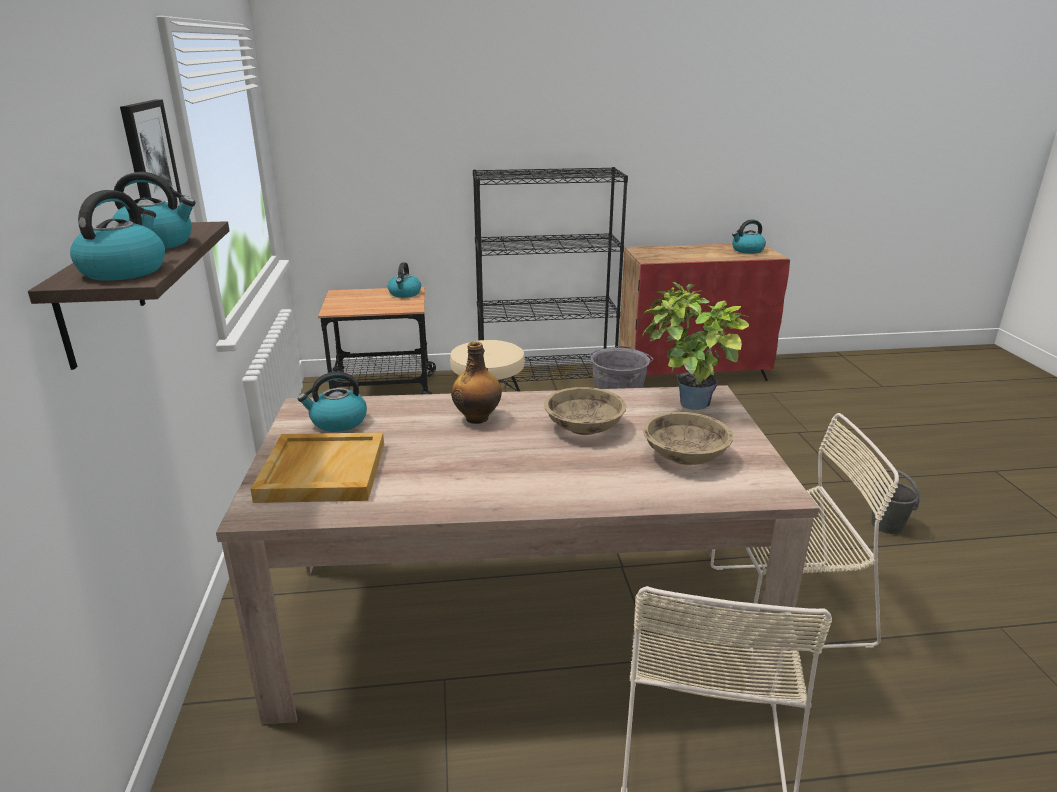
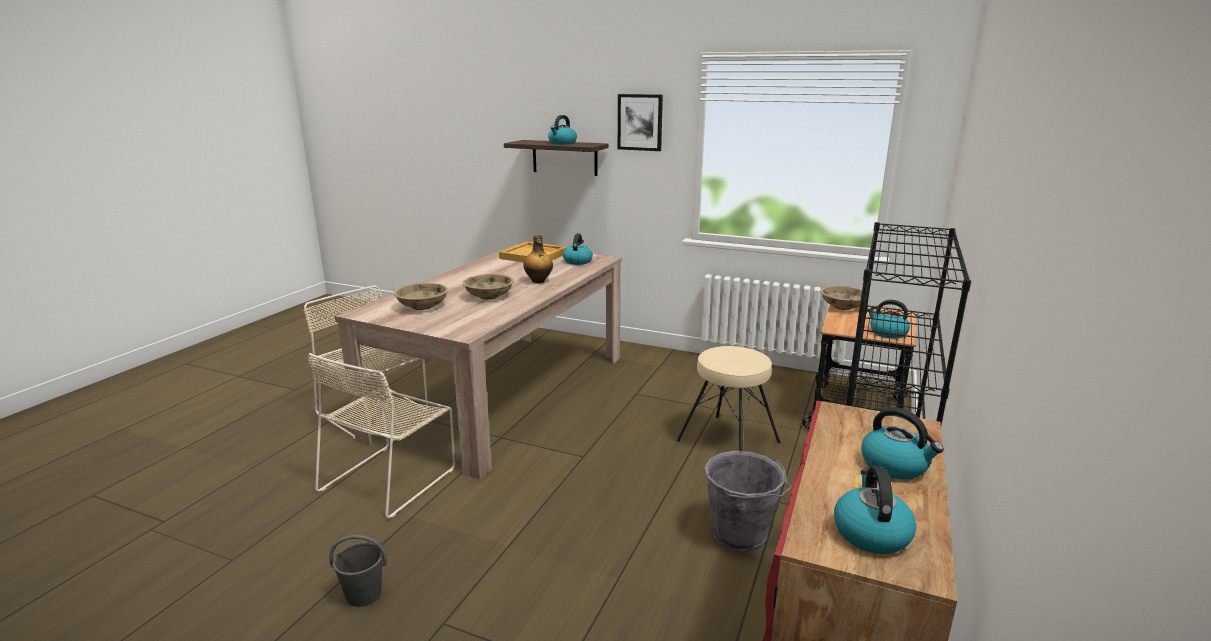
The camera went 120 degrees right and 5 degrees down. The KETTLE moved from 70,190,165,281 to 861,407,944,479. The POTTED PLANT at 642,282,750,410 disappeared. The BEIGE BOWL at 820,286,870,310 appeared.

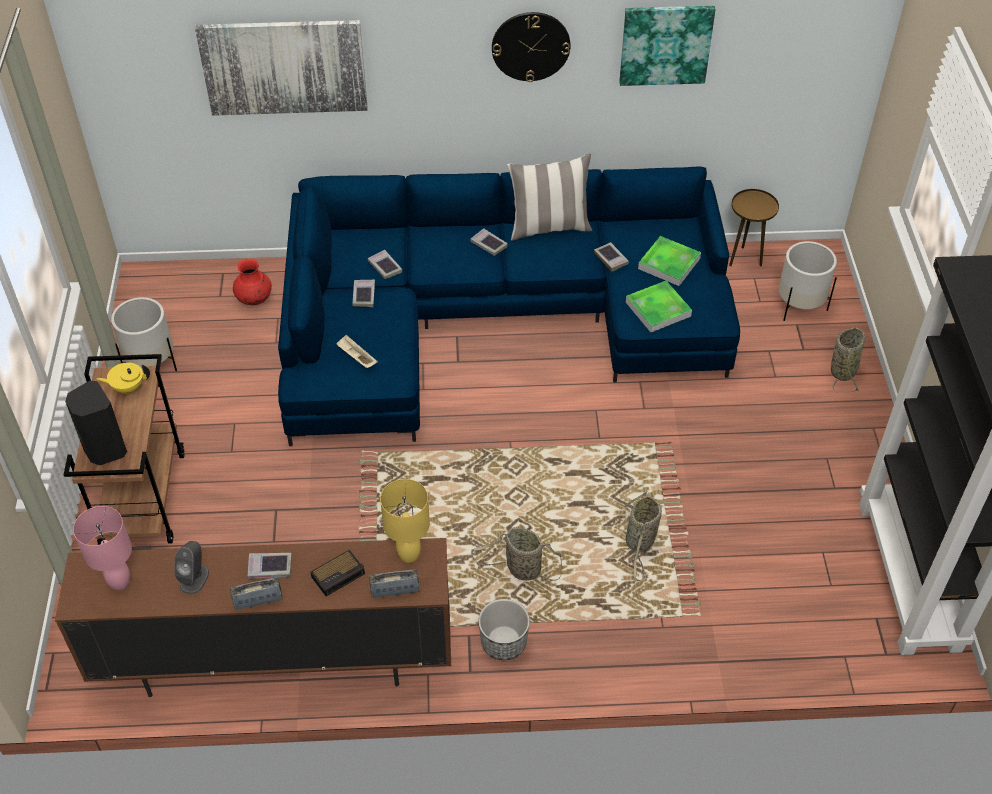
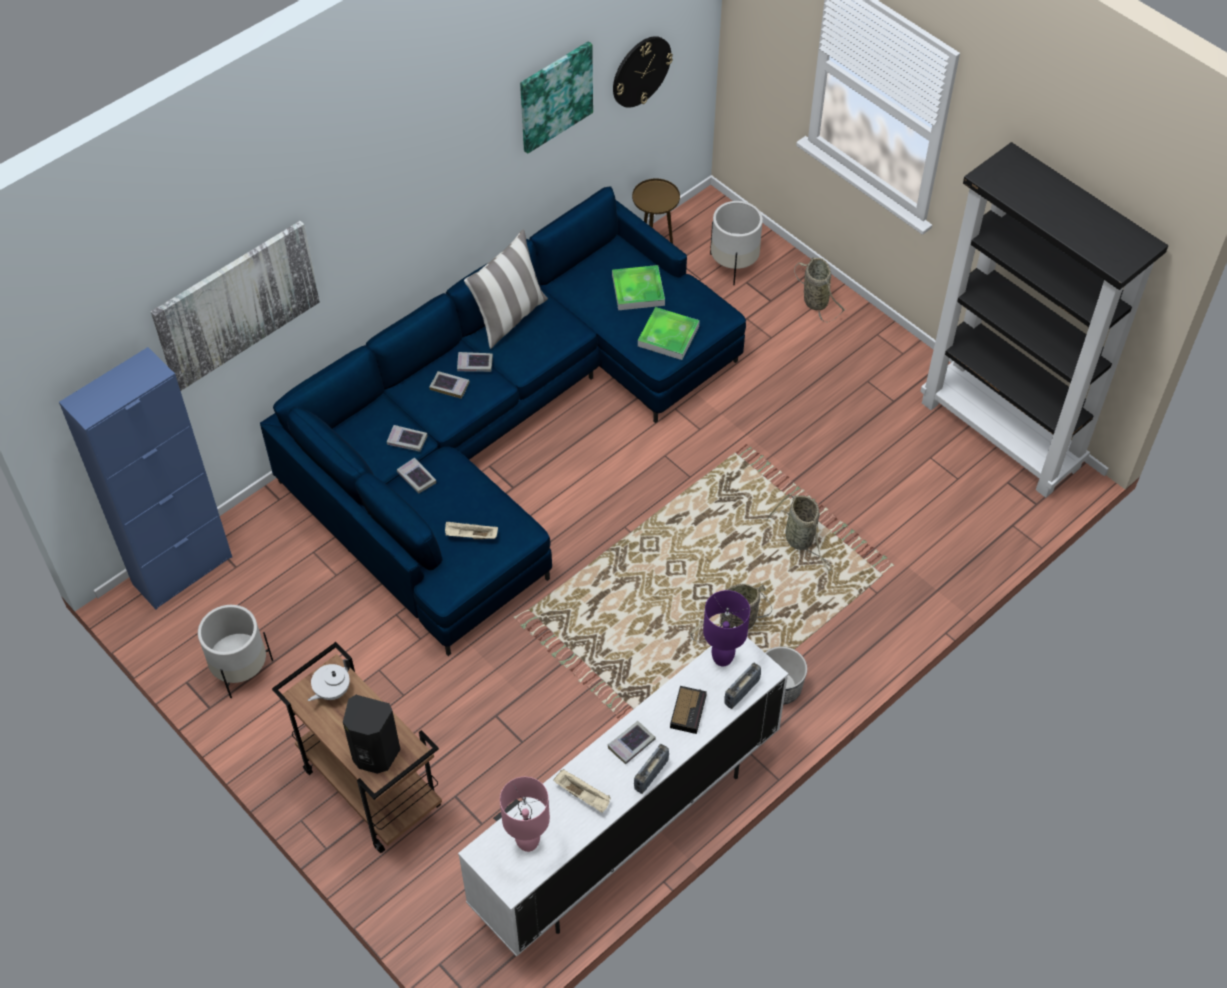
The camera went 40 degrees left and 5 degrees up. The BROWN TV STAND at 55,538,451,697 became the WHITE TV STAND at 458,626,788,957. The YELLOW TEAPOT at 97,363,150,394 became the WHITE TEAPOT at 308,659,350,701. The GREY SPEAKER at 175,541,209,594 was replaced by the BEIGE TRAY at 553,769,611,813. The RED VASE at 233,259,272,305 disappeared. The YELLOW TABLE LAMP at 380,479,430,563 became the PURPLE TABLE LAMP at 703,590,750,666. The WALL CLOCK moved from 492,12,571,82 to 613,36,673,108. The BOOK moved from 594,242,629,272 to 429,371,470,399. The BLUE CABINET at 59,347,232,610 appeared.

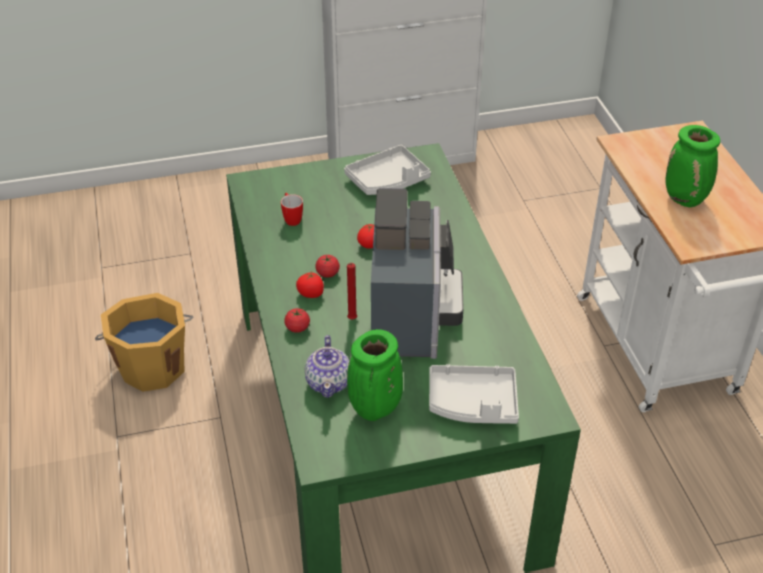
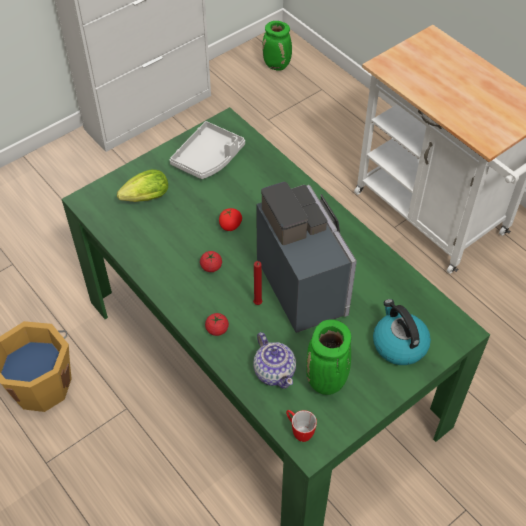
The camera went 25 degrees left and 10 degrees up. The MUG moved from 281,193,303,226 to 286,410,317,442. The TOMATO at 296,271,324,298 disappeared. The GREY TRAY at 429,365,519,424 was replaced by the KETTLE at 373,299,431,365. The GREEN VASE moved from 665,125,720,207 to 262,21,292,71. The LETTUCE at 117,169,168,202 appeared.

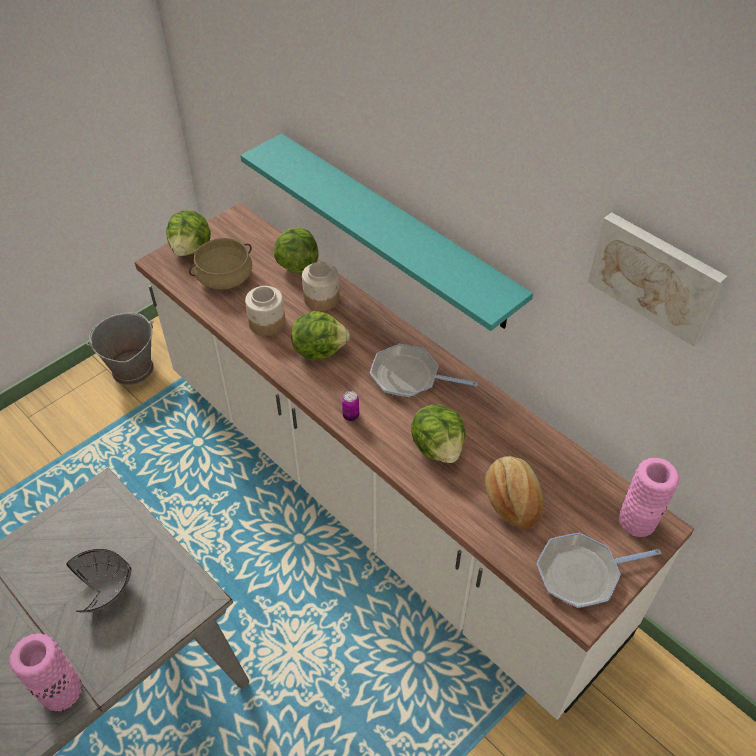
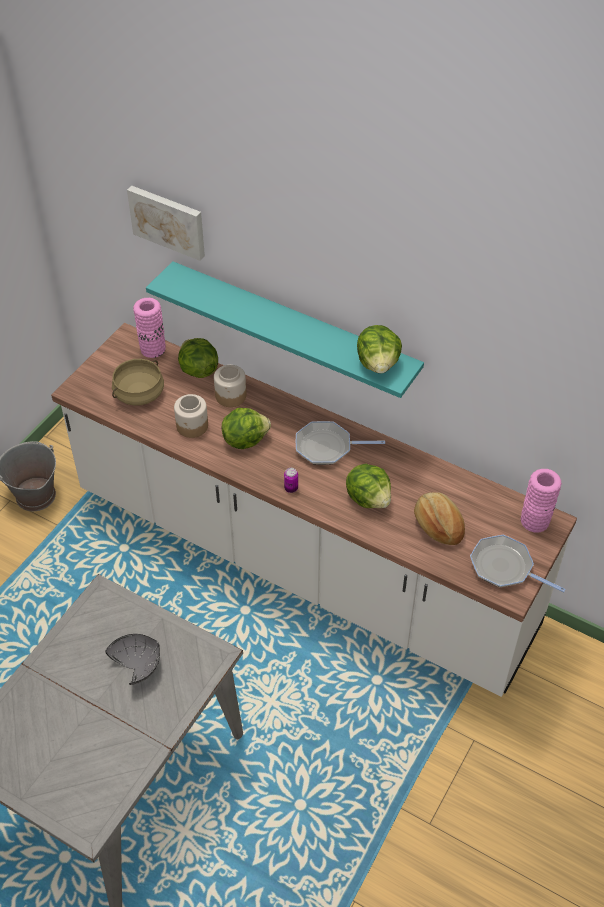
The camera went 15 degrees left and 0 degrees up. The PINK VASE moved from 10,633,82,712 to 133,298,166,358. The LETTUCE moved from 166,210,211,256 to 357,325,402,373. The FRYING PAN at 537,533,661,608 turned 60 degrees clockwise. The PICTURE moved from 588,212,728,347 to 127,186,205,261.

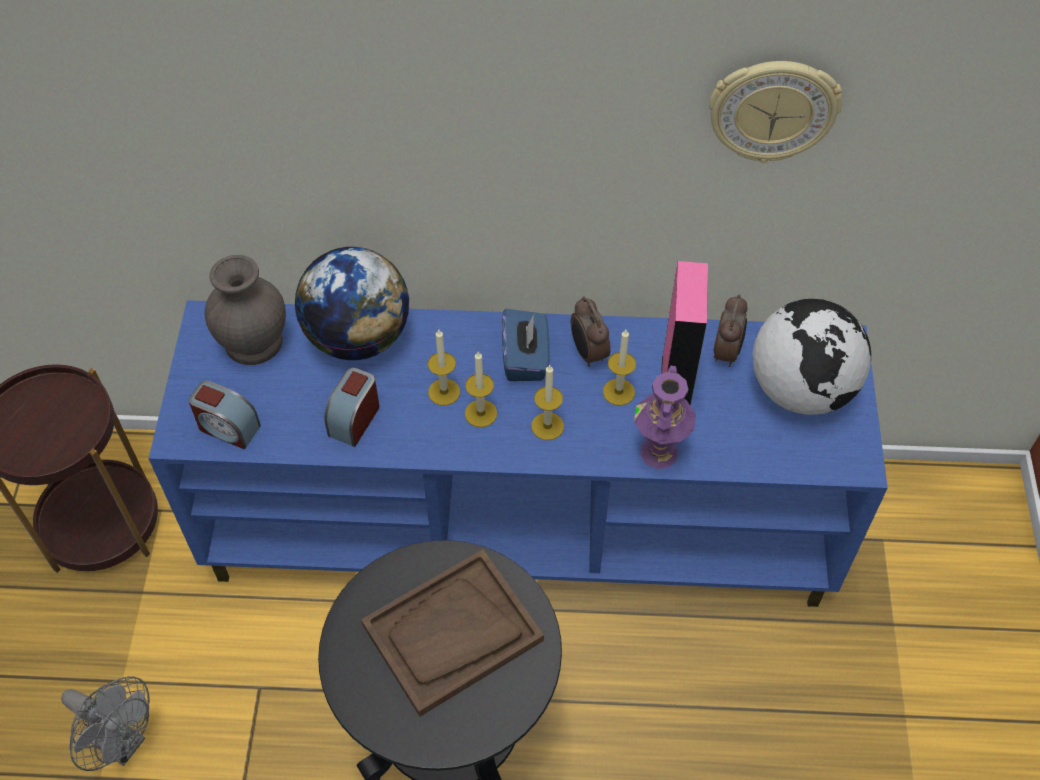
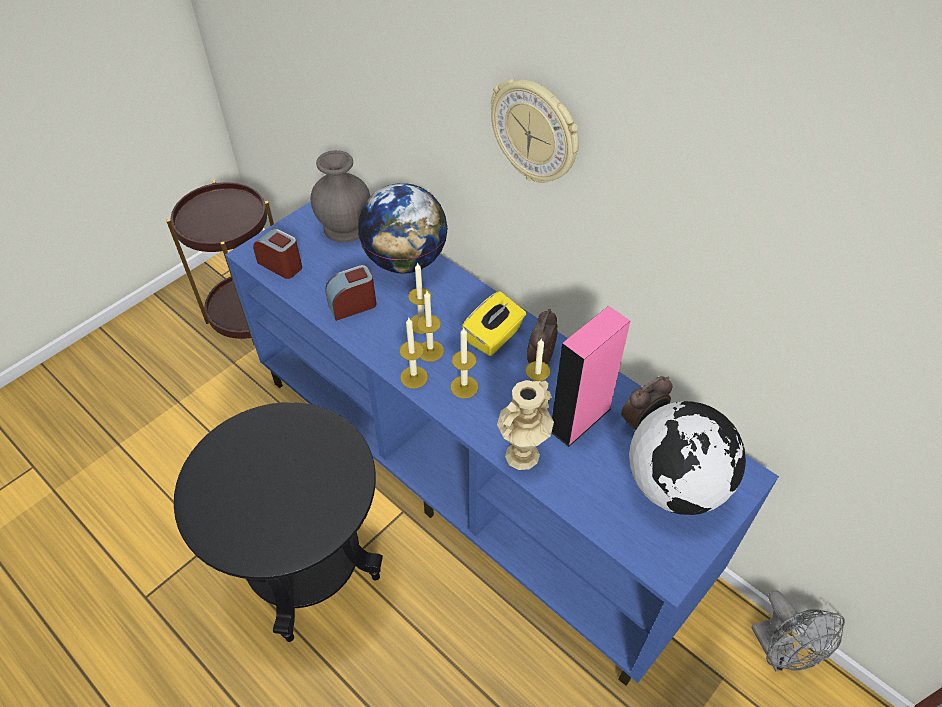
The camera went 40 degrees right and 5 degrees down. The GREY FAN moved from 61,676,149,771 to 751,590,845,672. The ALARM CLOCK at 189,381,261,449 turned 150 degrees clockwise. The BROWN TRAY at 361,549,544,717 disappeared. The BLUE TISSUE BOX at 502,309,550,381 became the YELLOW TISSUE BOX at 462,291,526,356. The PURPLE VASE at 634,366,696,469 became the BEIGE VASE at 497,380,554,470. The WALL CLOCK moved from 709,61,842,164 to 491,79,579,183. The CANDLE at 399,318,428,389 appeared.

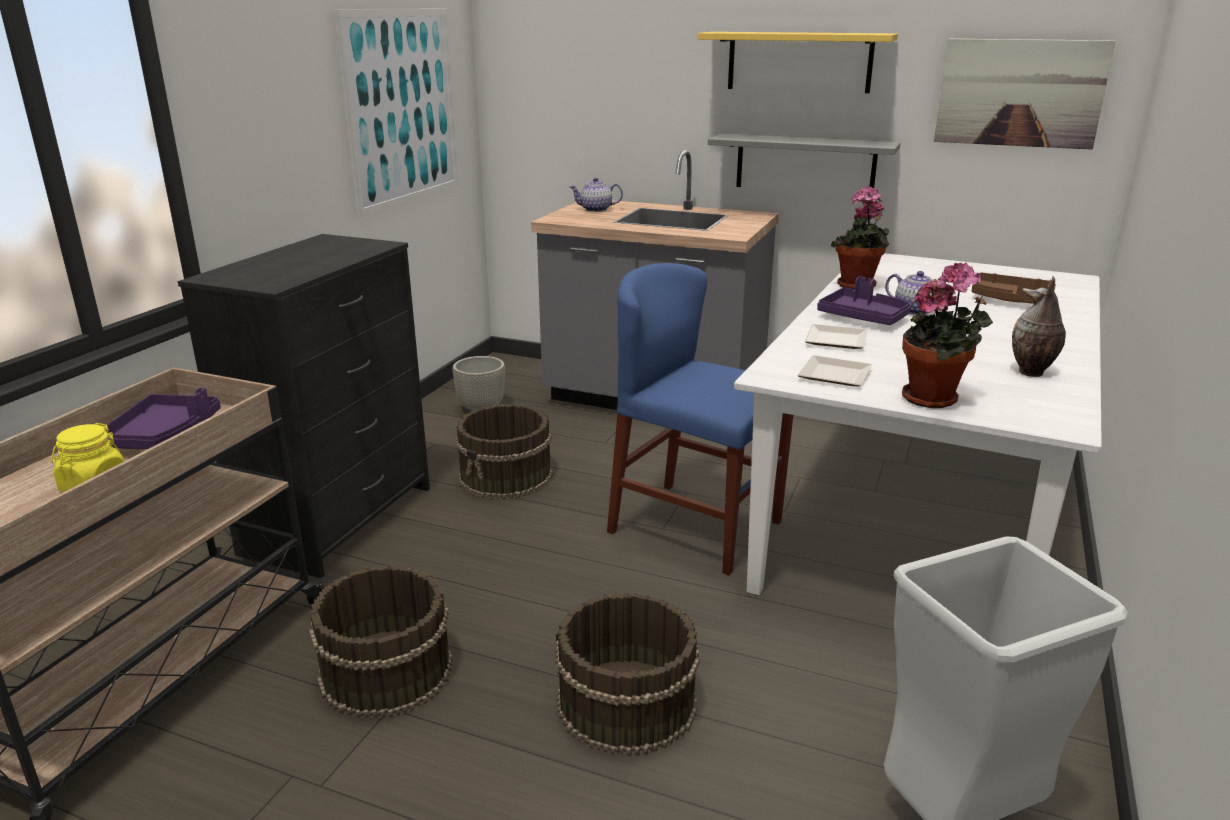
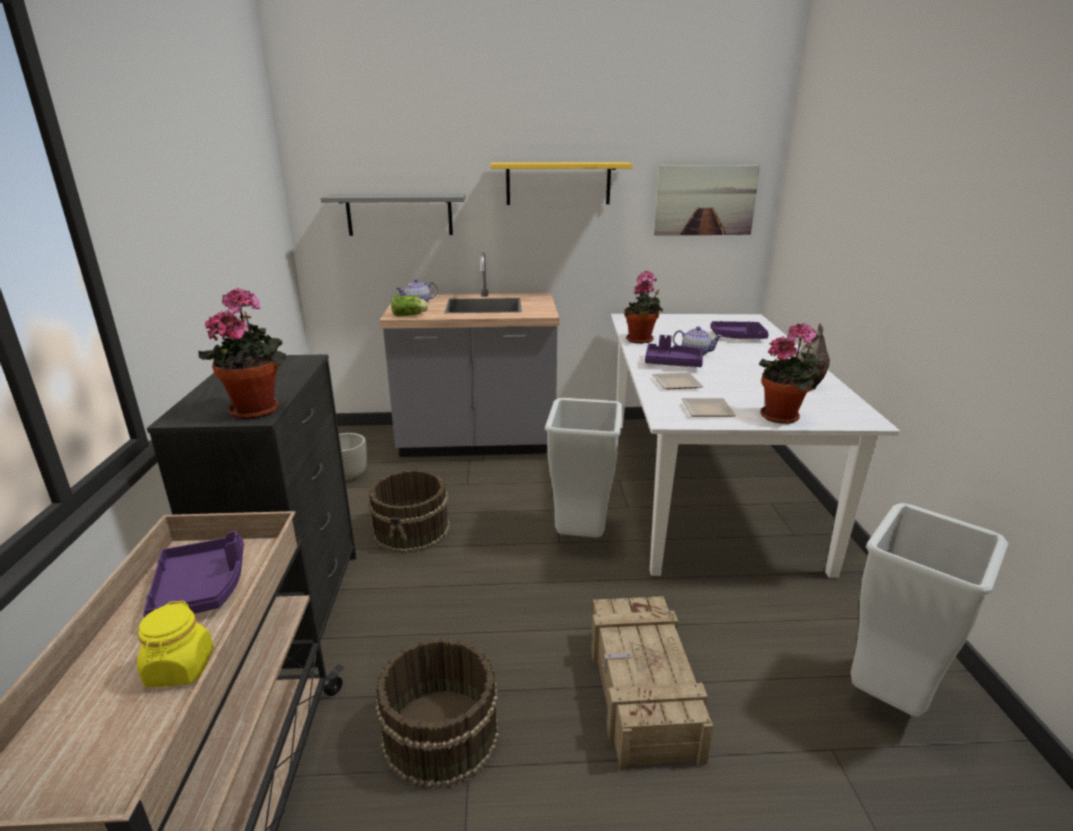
The camera went 25 degrees left and 0 degrees up. The PICTURE at 334,9,459,217 disappeared. The BROWN BUCKET at 555,592,700,756 was replaced by the CRATE at 591,596,713,771. The BLUE CHAIR at 607,263,793,575 was replaced by the GREY TRASH CAN at 545,398,623,538. The GREY SHELF moved from 708,133,901,188 to 321,194,466,236. The BROWN TRAY at 972,273,1056,304 became the PURPLE TRAY at 710,321,769,339. The POTTED PLANT at 198,287,286,419 appeared. The LETTUCE at 391,296,428,316 appeared.

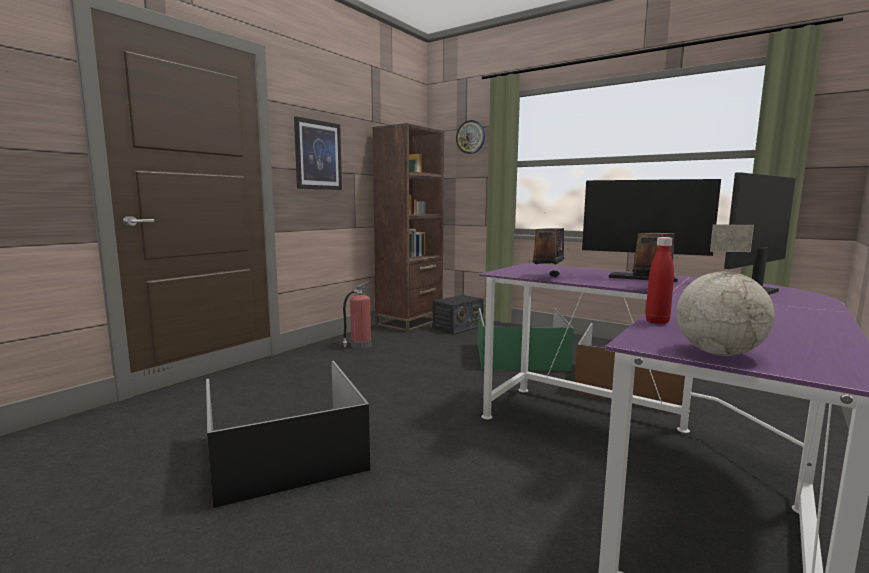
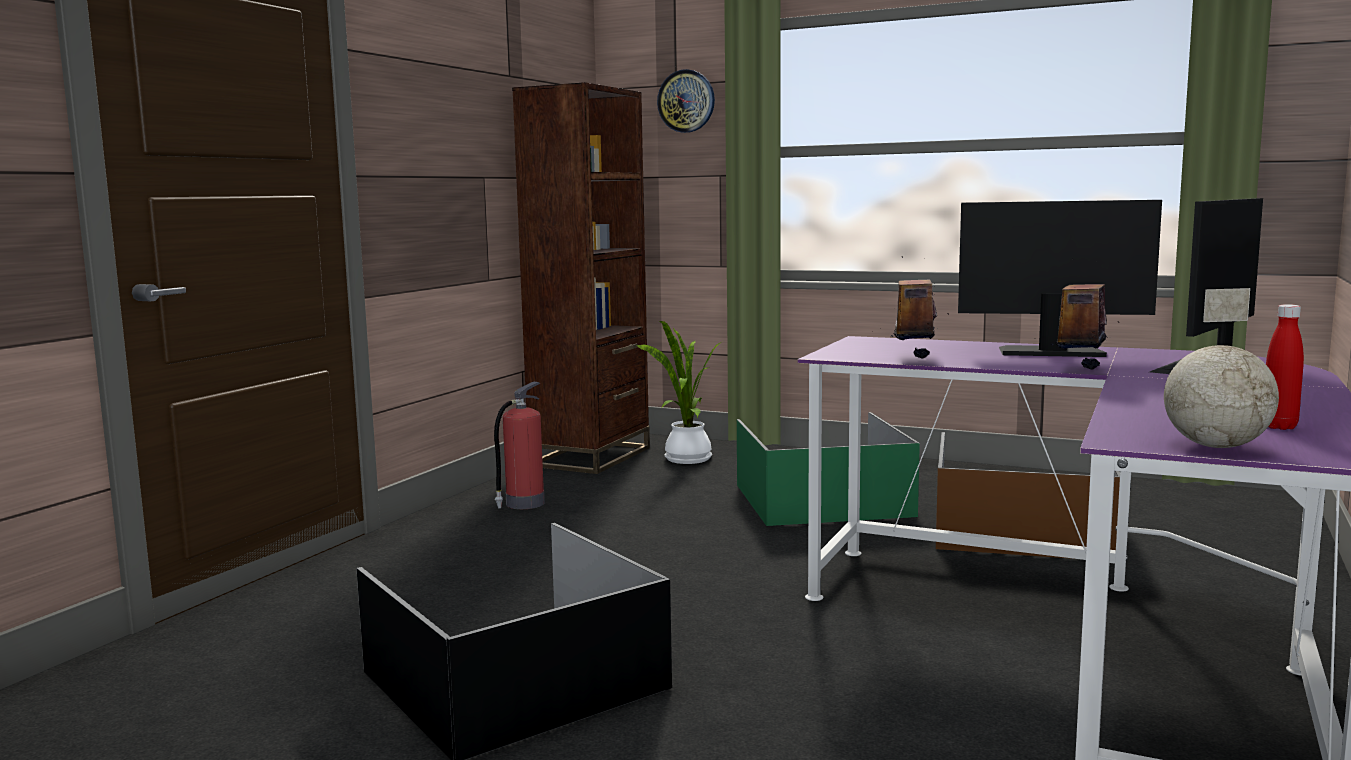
The camera went 10 degrees left and 0 degrees up. The PICTURE at 294,116,342,190 disappeared. The RADIO at 432,295,483,335 was replaced by the POTTED PLANT at 637,321,721,464. The RED BOTTLE moved from 646,237,674,324 to 1266,304,1304,430.

